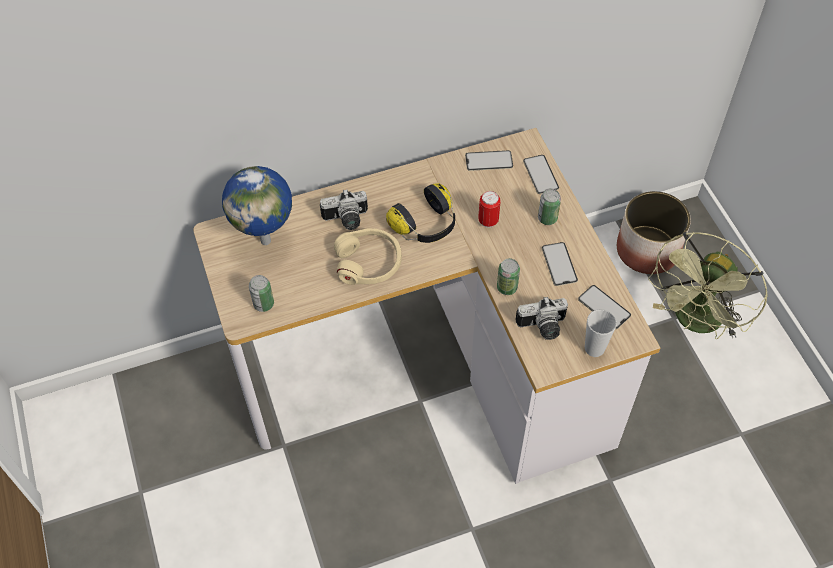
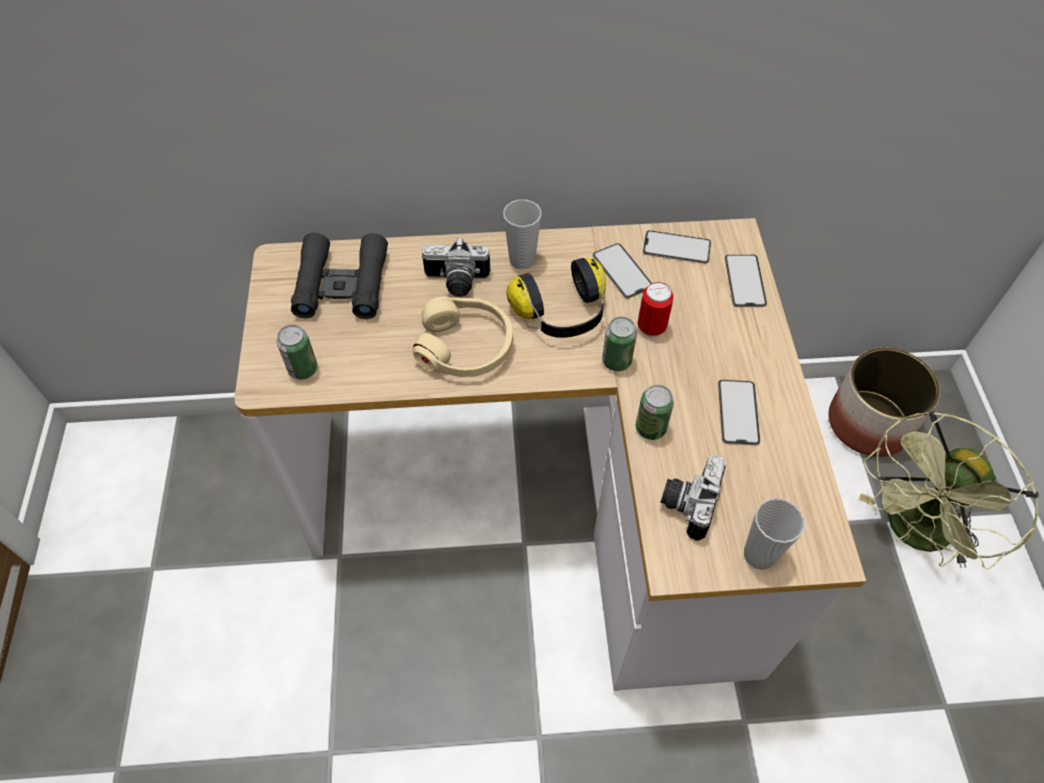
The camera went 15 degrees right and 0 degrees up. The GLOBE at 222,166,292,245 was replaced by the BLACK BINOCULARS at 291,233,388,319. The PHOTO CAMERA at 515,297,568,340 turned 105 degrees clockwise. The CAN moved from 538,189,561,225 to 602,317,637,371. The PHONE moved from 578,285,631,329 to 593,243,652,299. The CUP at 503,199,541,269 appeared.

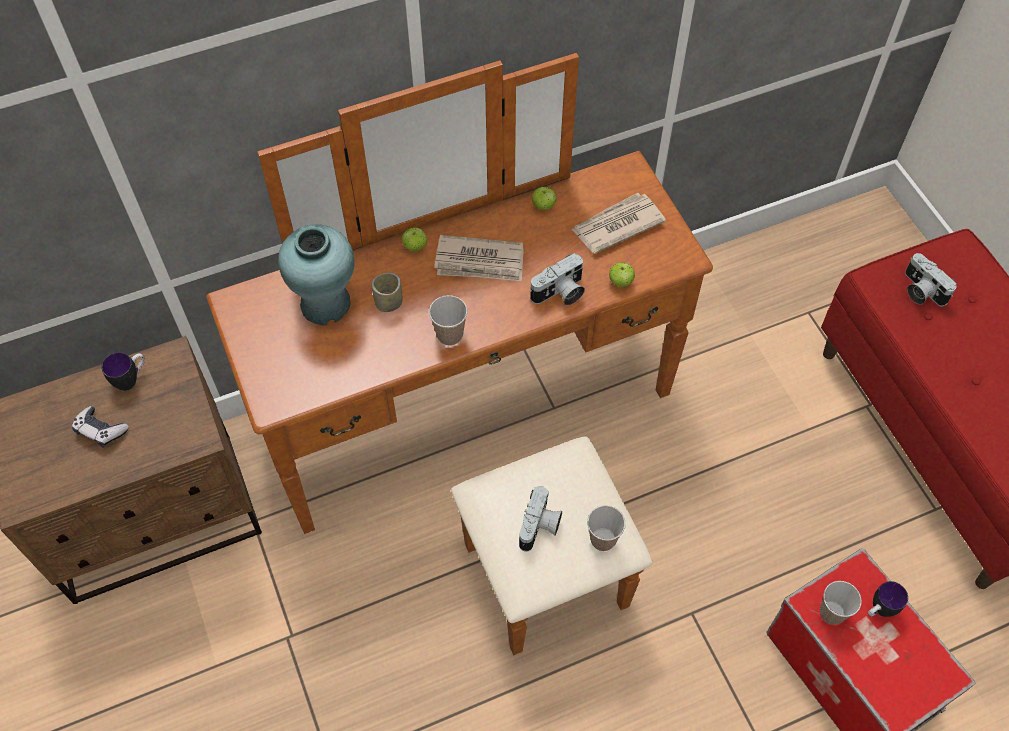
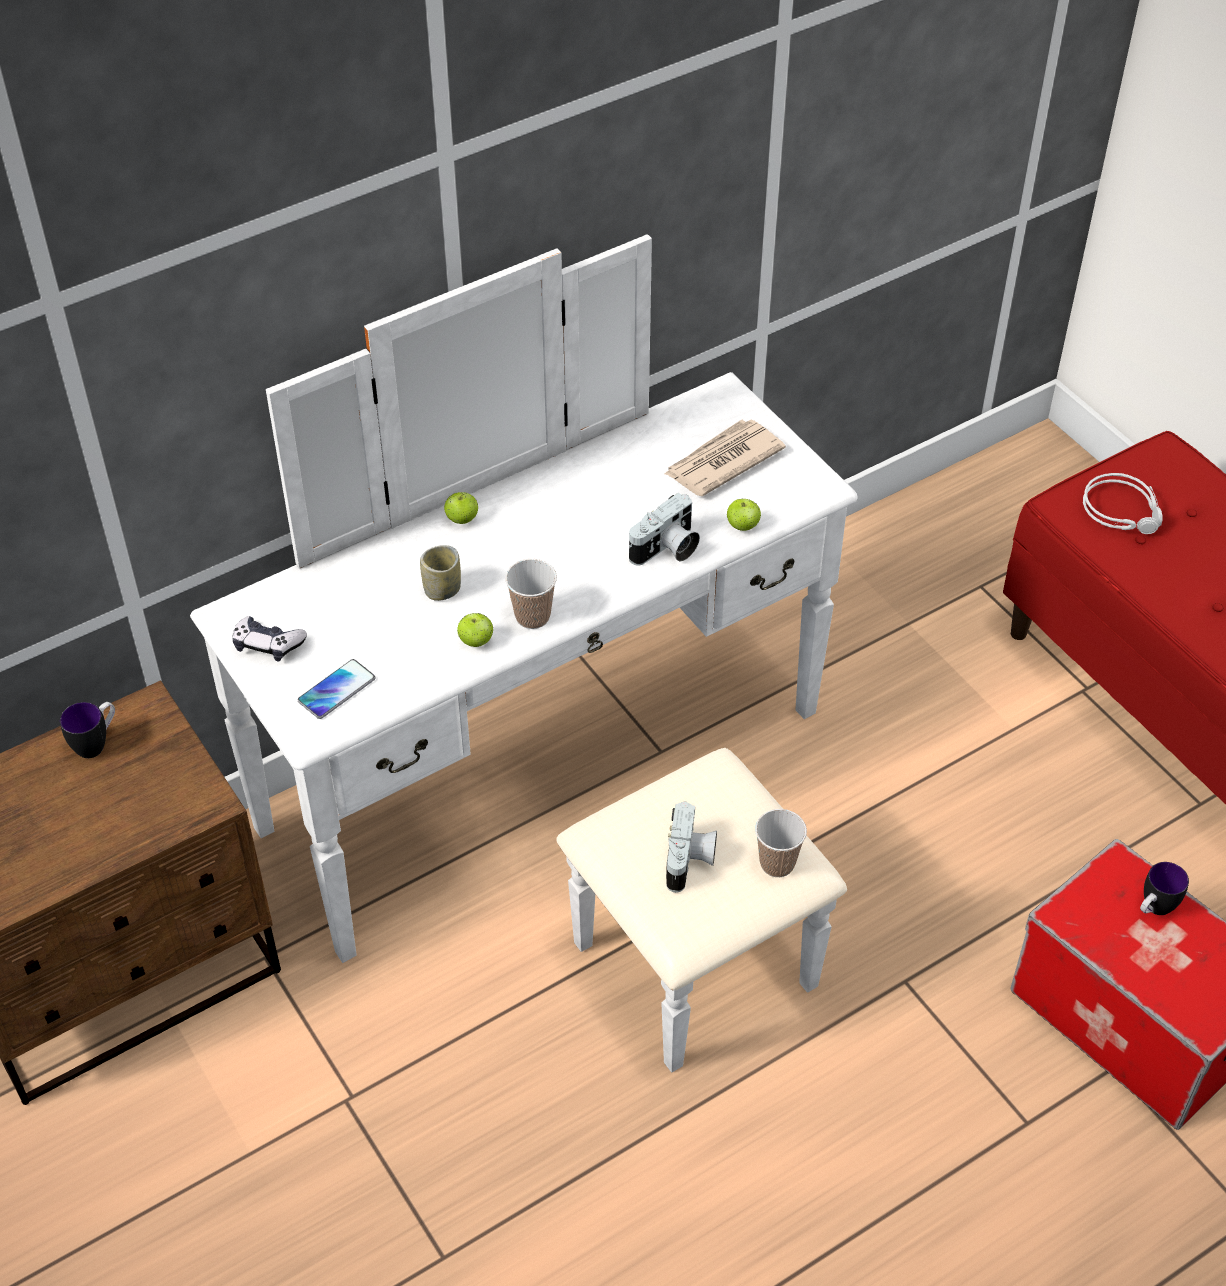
The camera went 10 degrees left and 10 degrees down. The GAME CONTROLLER moved from 72,406,129,448 to 232,616,307,662. The BROWN DRESSER at 206,53,713,655 became the WHITE DRESSER at 190,234,858,1073. The TURQUOISE VASE at 278,224,355,325 disappeared. The NEWSPAPER at 434,235,524,281 disappeared. The APPLE moved from 532,187,557,210 to 457,613,493,647. The CUP at 820,581,862,625 disappeared. The PHOTO CAMERA at 905,253,957,307 was replaced by the GREY HEADPHONES at 1083,473,1162,534. The PHONE at 298,659,376,719 appeared.

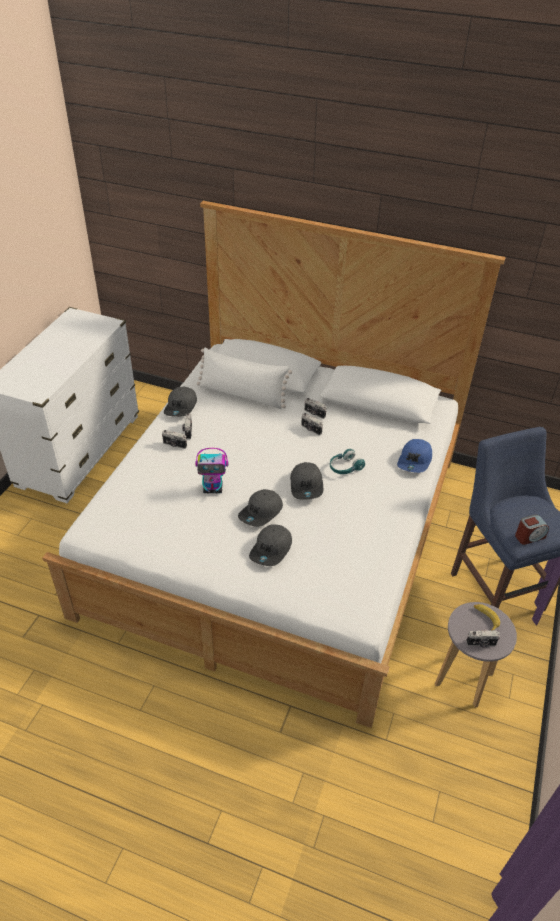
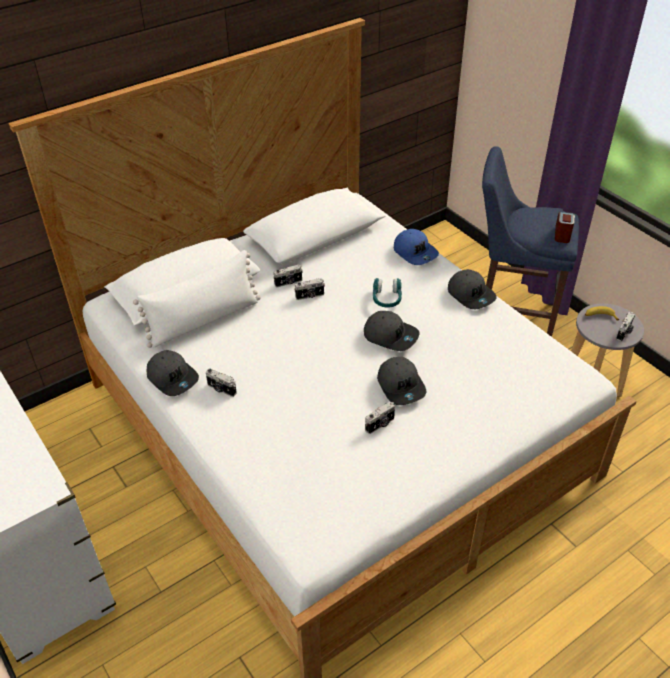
The camera went 55 degrees left and 0 degrees up. The PHOTO CAMERA moved from 162,430,187,449 to 365,402,395,434. The TOY ROBOT at 195,448,228,493 disappeared. The GREY CAP moved from 249,525,292,566 to 448,269,497,309.

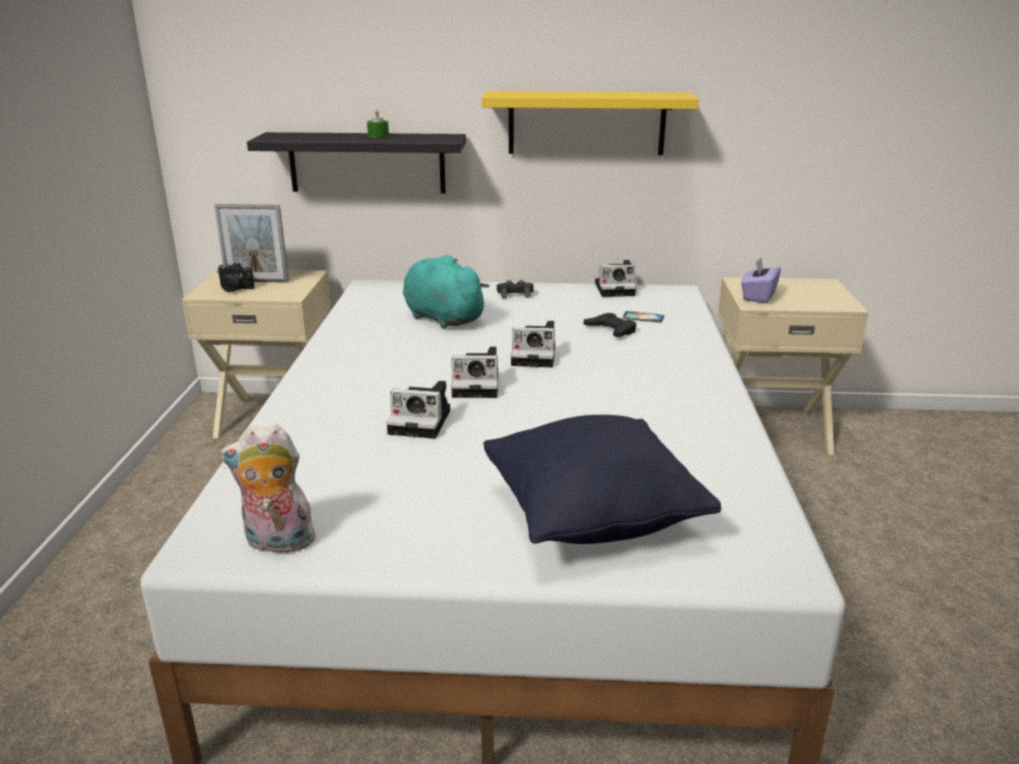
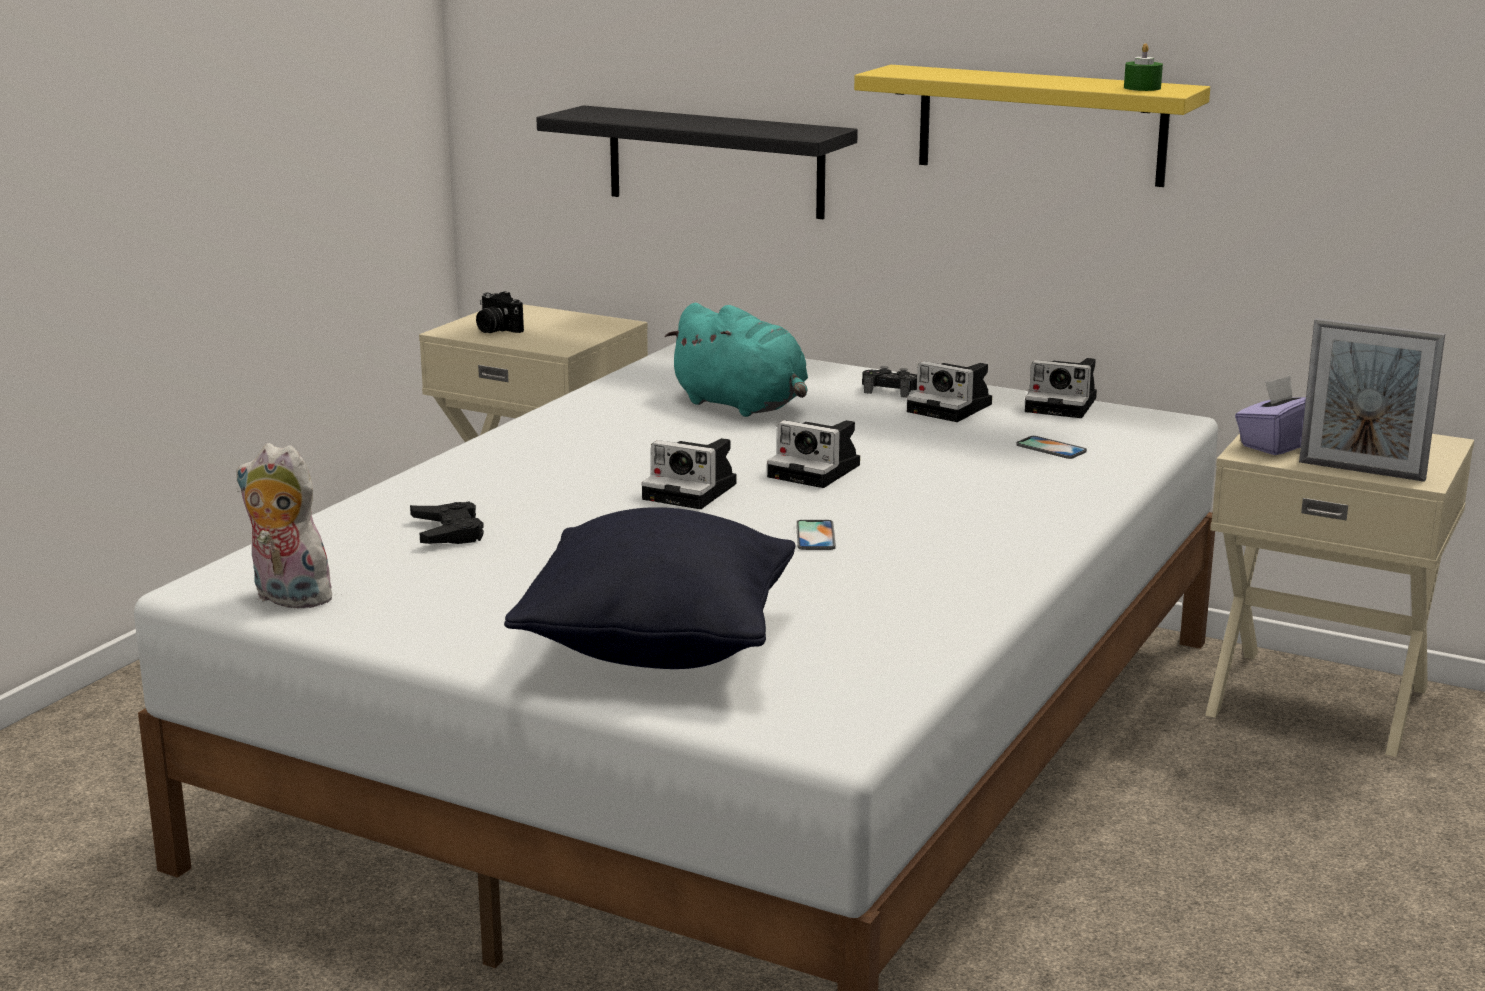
The camera went 25 degrees right and 5 degrees down. The PICTURE FRAME moved from 214,204,289,283 to 1299,318,1445,482. The GREEN CANDLE moved from 367,110,389,138 to 1124,43,1163,91. The PHOTO CAMERA moved from 386,381,450,439 to 907,361,992,422. The TURQUOISE PLUSH TOY at 403,255,490,329 turned 150 degrees clockwise. The BLACK GAME CONTROLLER moved from 584,313,637,337 to 410,501,484,544. The PHONE at 796,520,836,550 appeared.

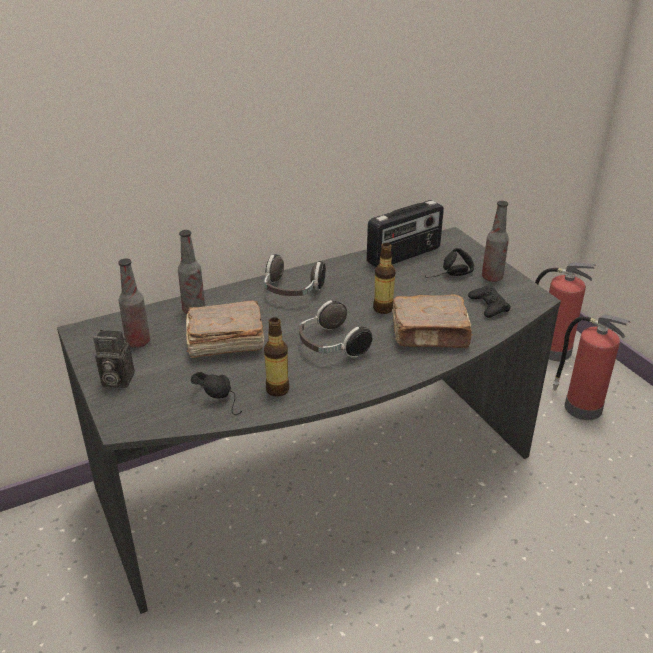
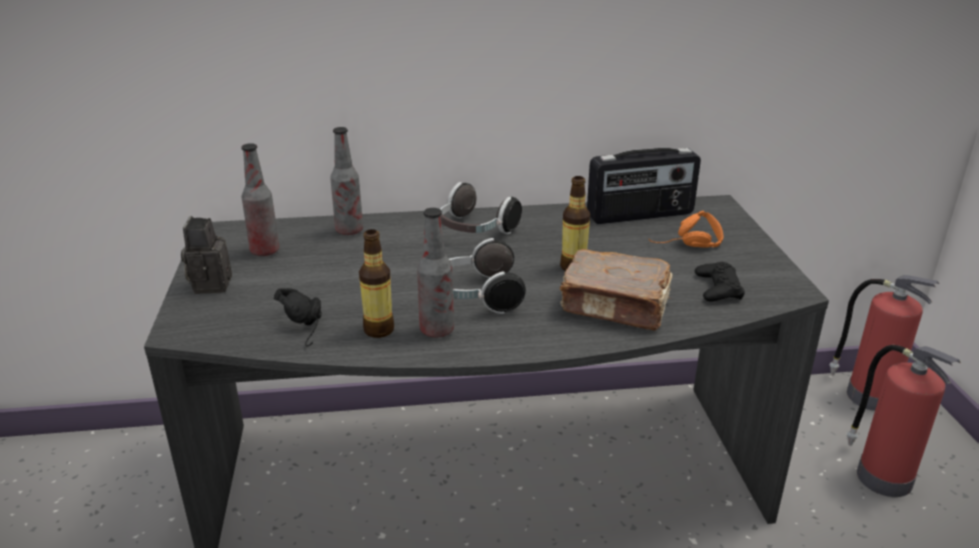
The camera went 20 degrees right and 5 degrees down. The PHOTO CAMERA at 93,330,135,388 turned 60 degrees clockwise. The BROWN BOOK at 186,300,265,358 disappeared. The BLACK HEADPHONES at 425,248,474,278 became the ORANGE HEADPHONES at 649,211,724,247. The BOTTLE moved from 482,201,509,282 to 417,208,454,338.

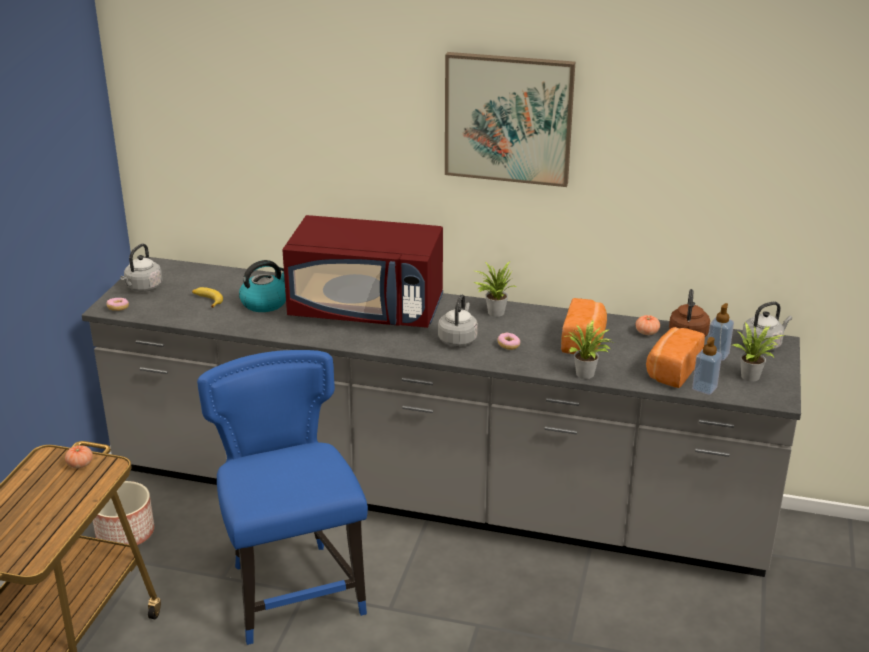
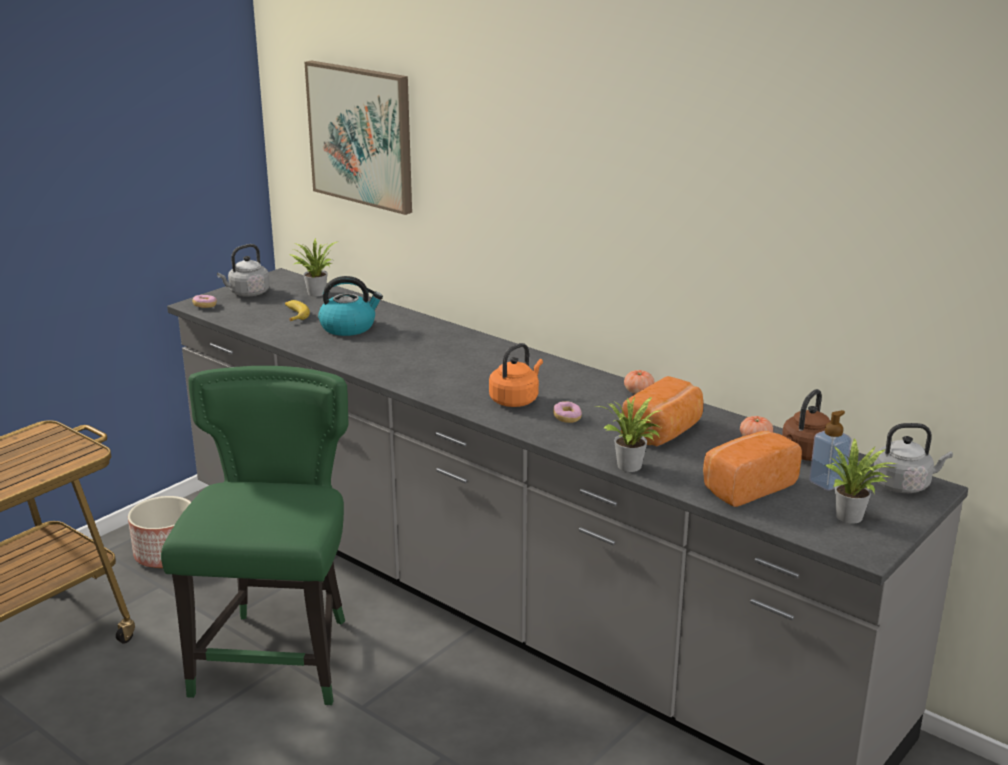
The camera went 25 degrees right and 5 degrees down. The TOMATO moved from 65,445,93,468 to 624,370,654,394. The BLUE CHAIR at 197,350,368,645 became the GREEN CHAIR at 161,366,348,705. The RED MICROWAVE at 282,215,443,328 disappeared. The GREY KETTLE at 438,294,478,346 became the ORANGE KETTLE at 489,343,543,407. The PICTURE moved from 445,52,575,187 to 304,61,412,215. The POTTED PLANT moved from 473,261,516,317 to 289,238,337,296. The SOAP DISPENSER at 692,337,722,395 disappeared.

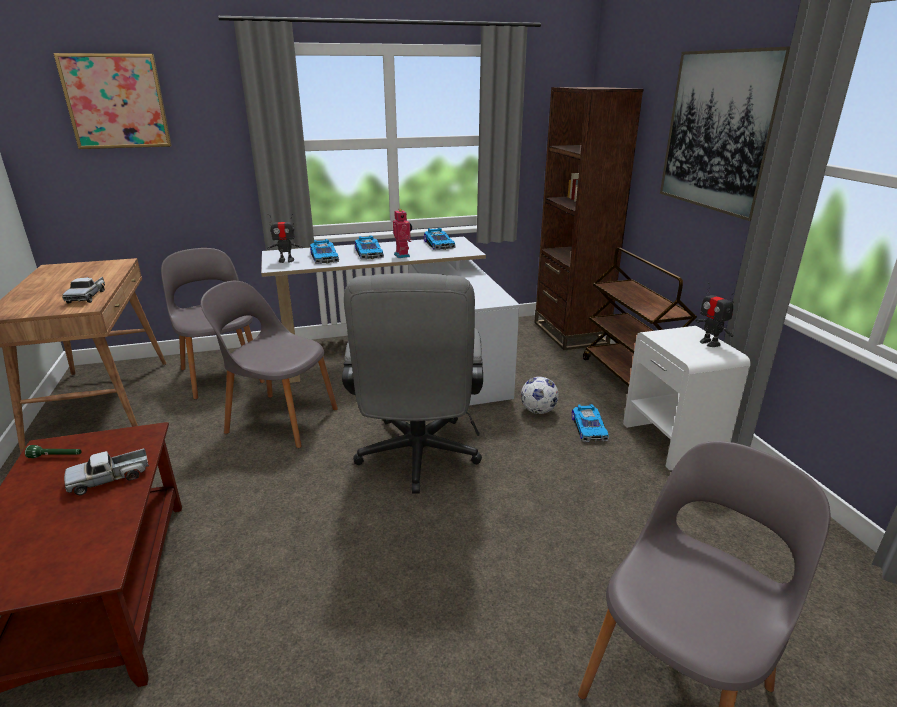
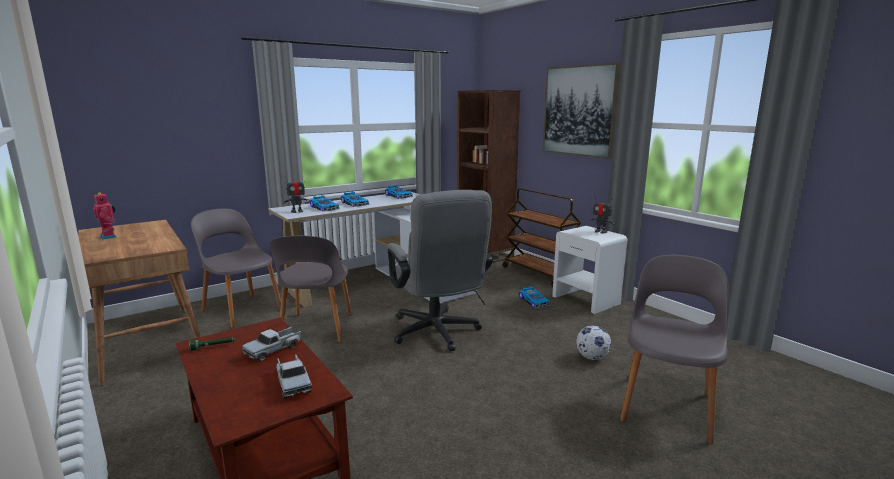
The camera went 20 degrees left and 10 degrees down. The PICTURE at 53,53,172,149 disappeared. The TOY TRUCK moved from 62,277,105,304 to 276,354,312,398. The GREY CHAIR at 201,281,338,448 turned 90 degrees counterclockwise. The TOY ROBOT moved from 393,209,412,258 to 93,193,116,240. The FOOTBALL moved from 521,377,559,414 to 576,326,611,360.

